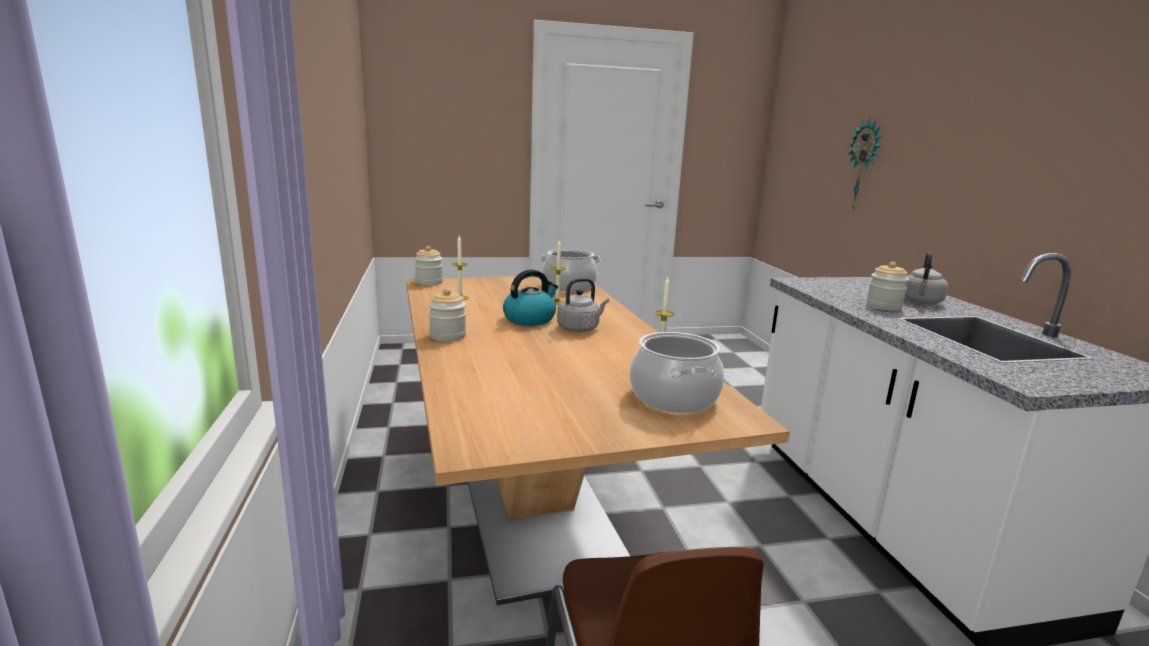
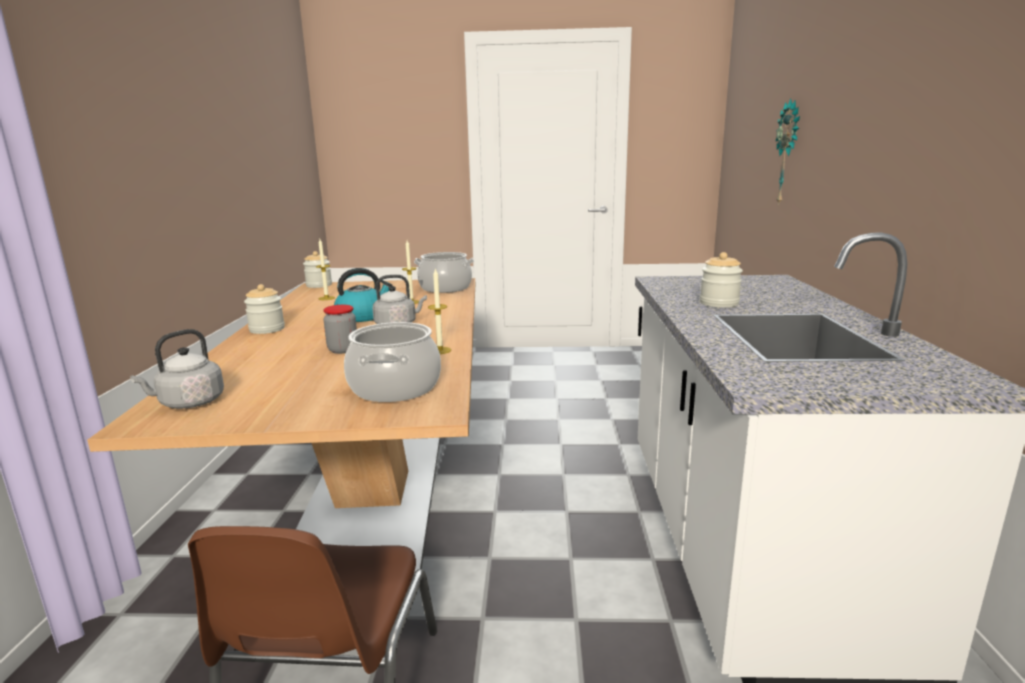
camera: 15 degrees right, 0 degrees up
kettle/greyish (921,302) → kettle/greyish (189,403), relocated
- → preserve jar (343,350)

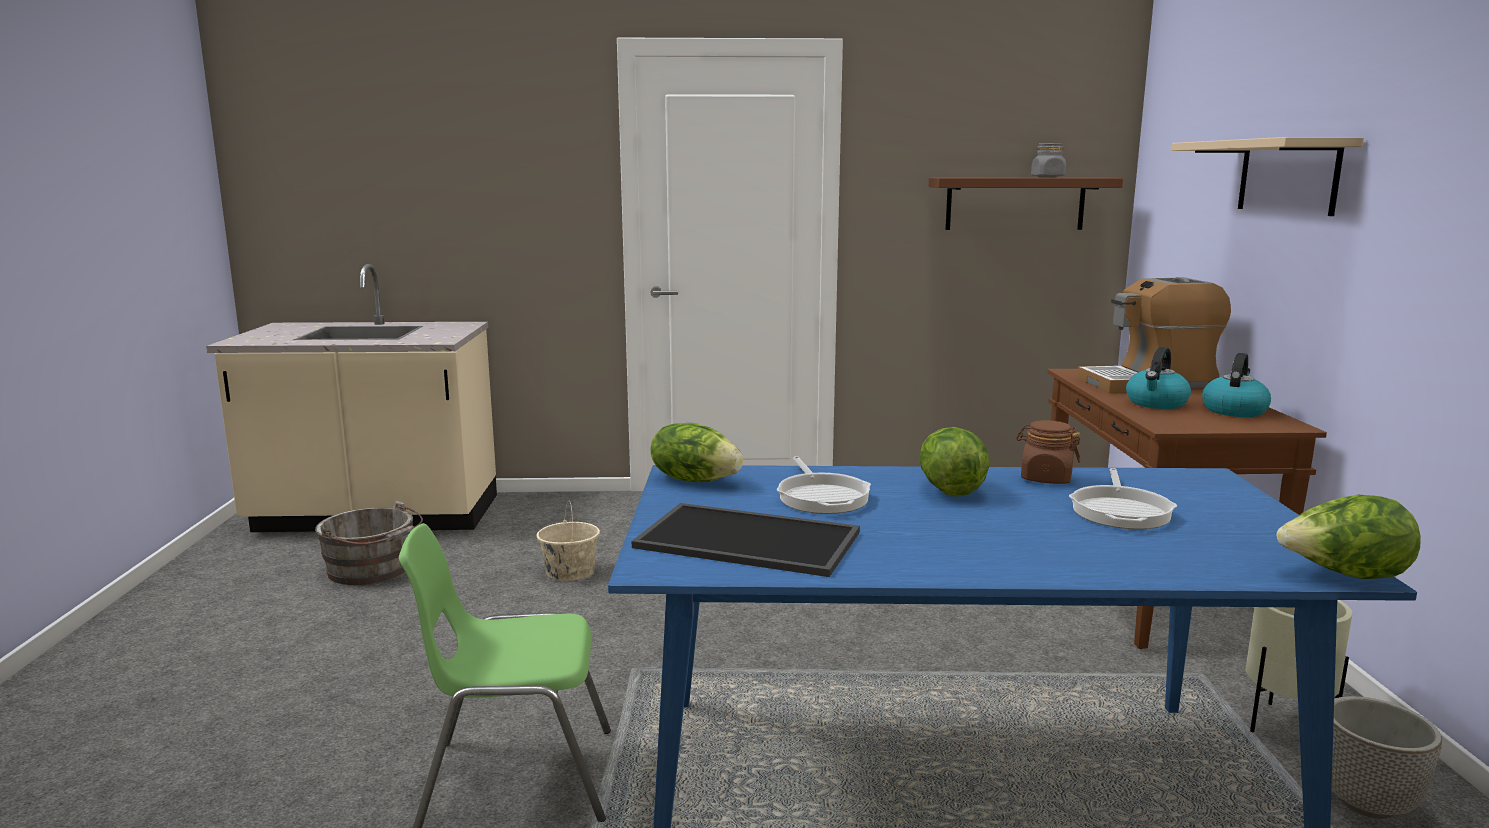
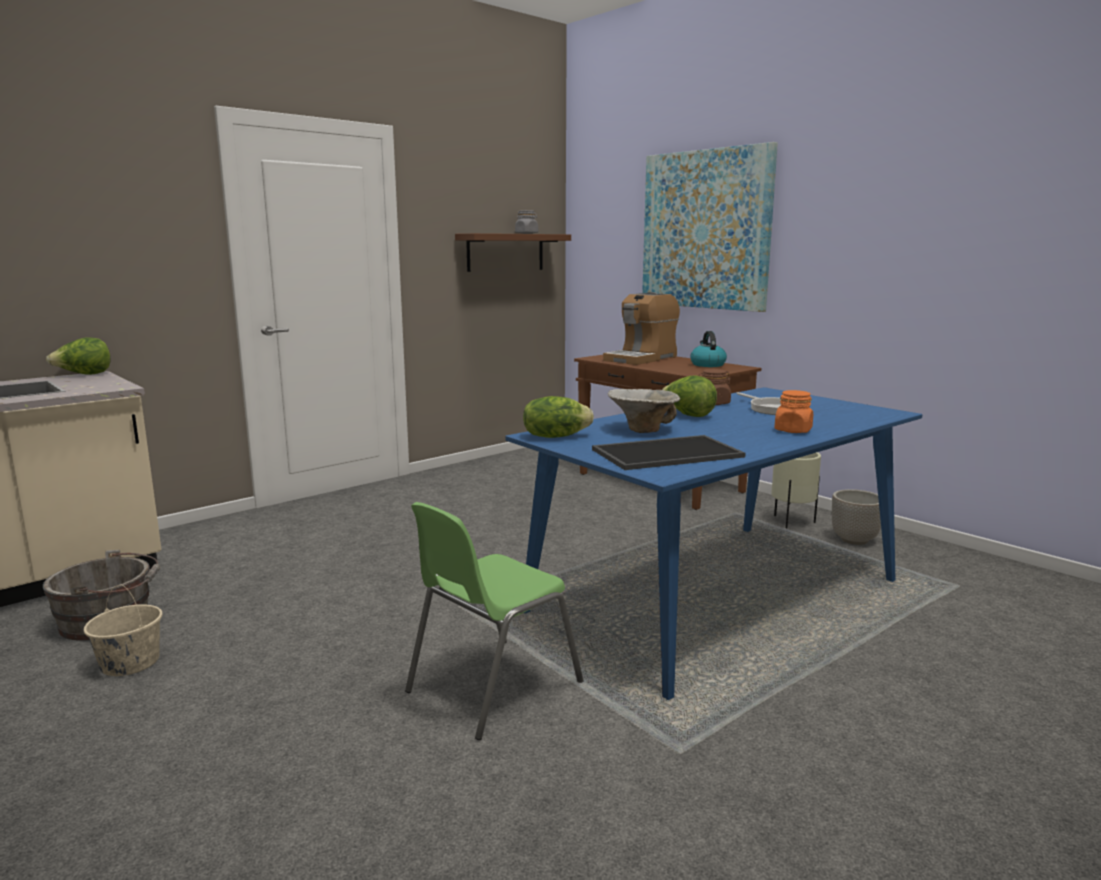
camera: 40 degrees left, 0 degrees up
wall shelf/beige-coloured (1287,176) → picture (705,230)
kettle (1156,403) → -
skillet (821,497) → bowl (643,430)
lettuce (1343,576) → lettuce (84,375), relocated
water bucket/beige-coloured (570,572) → water bucket/beige-coloured (130,662), relocated
- → preserve jar/orange (793,430)

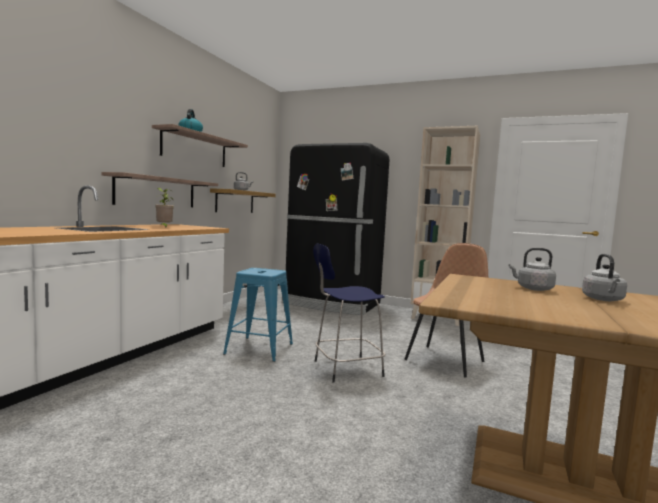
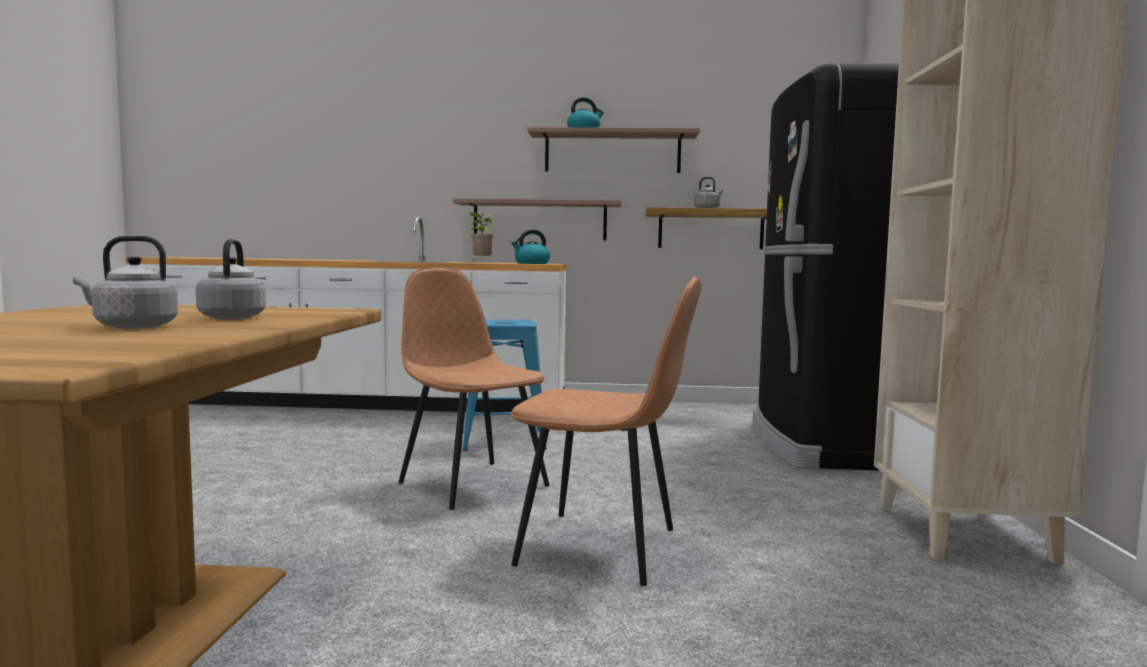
camera: 70 degrees right, 0 degrees up
stool seat/blue-coloured (345,369) → plain chair/brownish (471,483)
- → kettle (531,263)

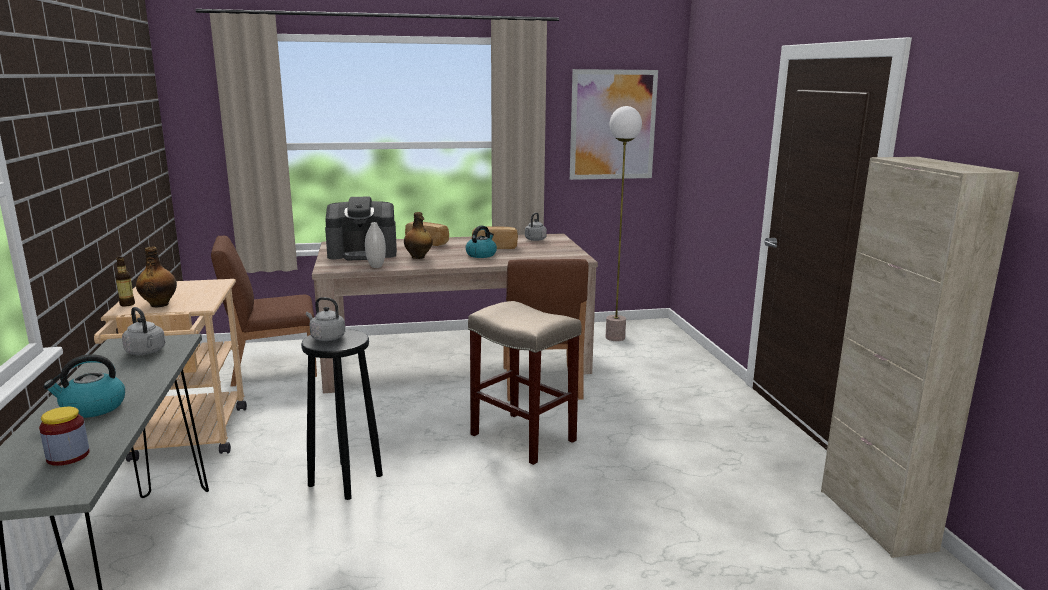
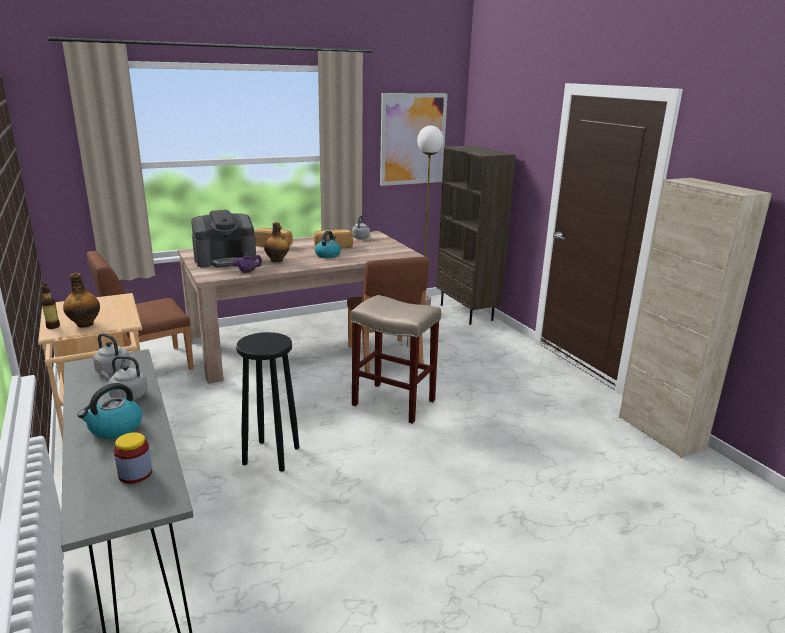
camera: 15 degrees left, 5 degrees up
decorative vase/white-coloured (376,266) → pot for tea/purple (248,272)
kettle/greyish (326,337) → kettle/greyish (127,396), relocated
- → bookshelf/brownish (467,312)

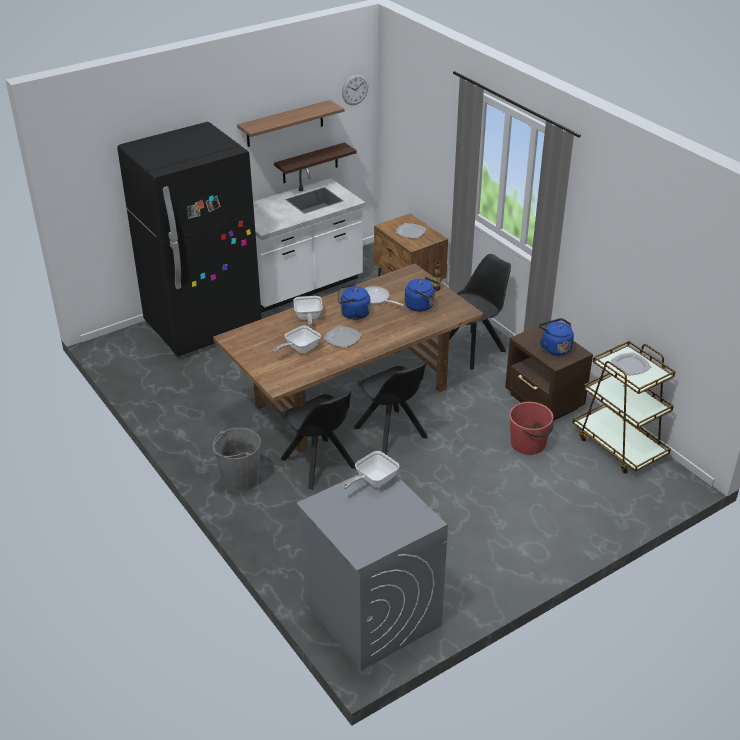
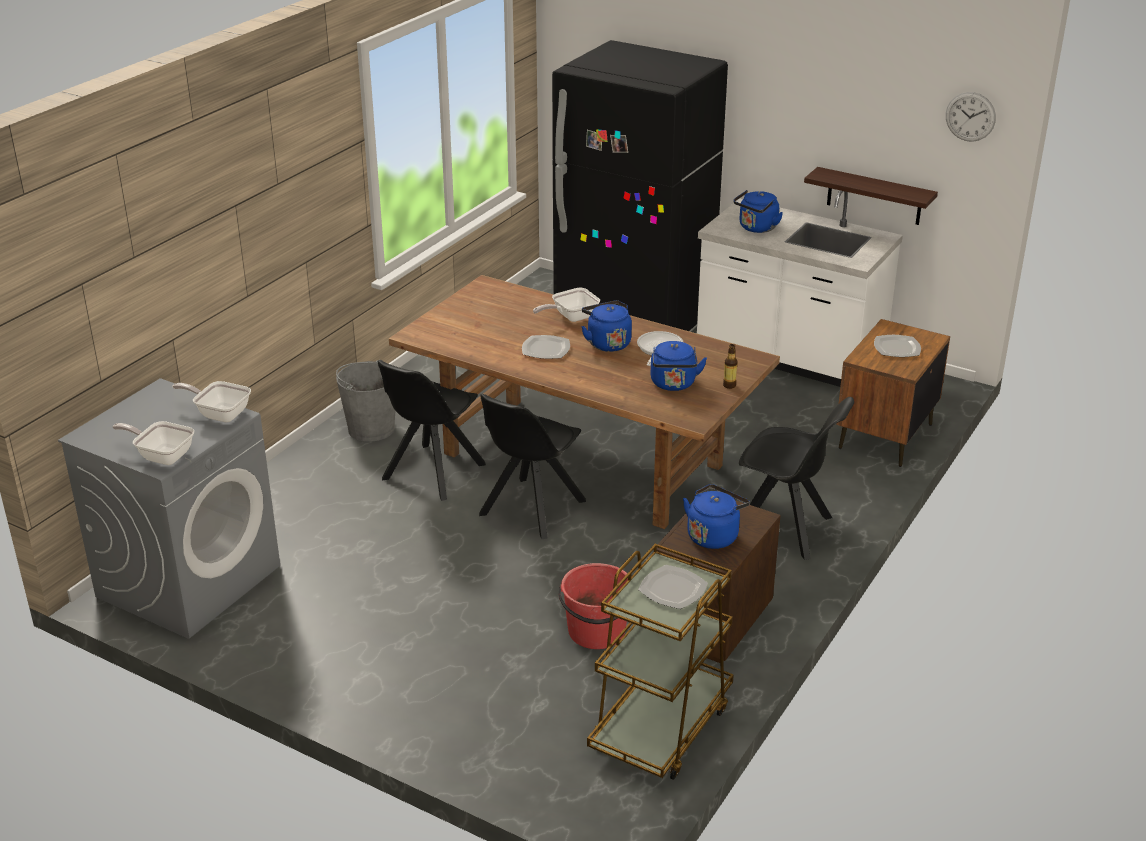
camera: 65 degrees right, 5 degrees down
wall shelf (285,124) → -
skillet (299,349) → skillet (162,455), relocated
- → kettle/blue-coloured (756,228)

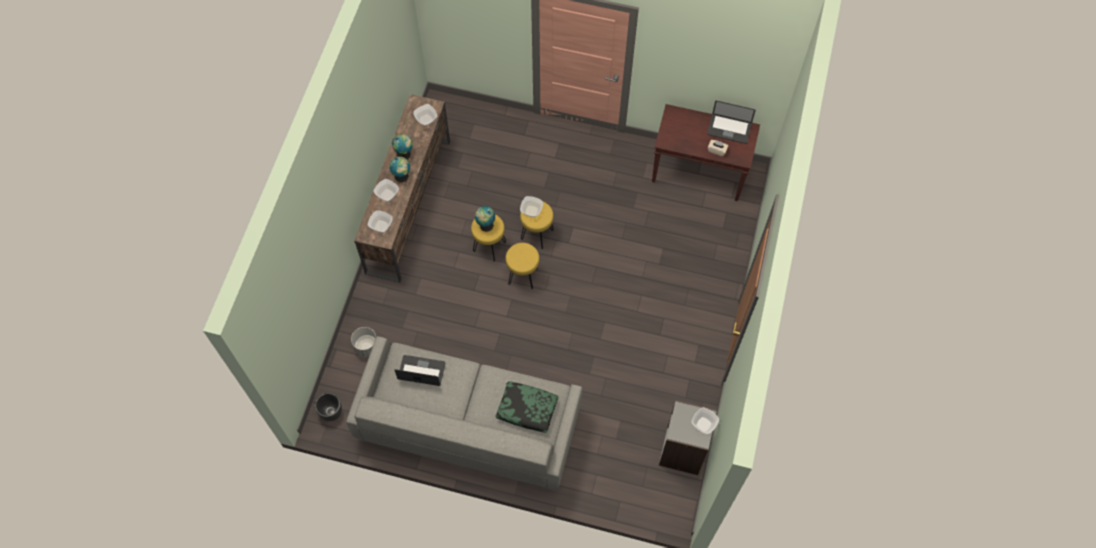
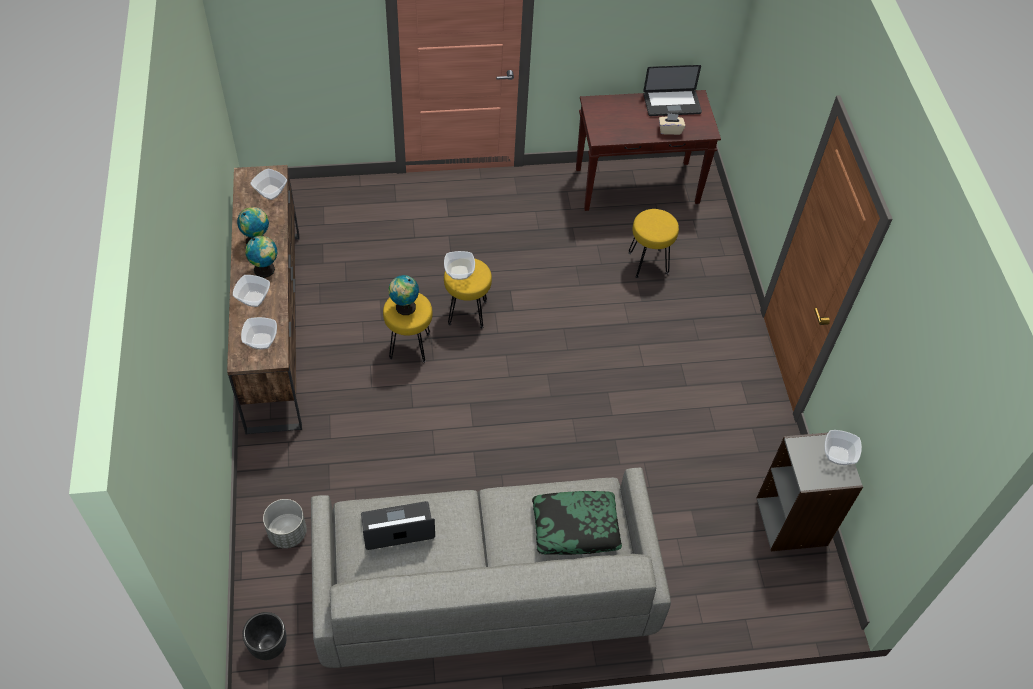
camera: 25 degrees left, 10 degrees down
stool seat/yellow-coloured (523,275) → stool seat/yellow-coloured (647,263), relocated

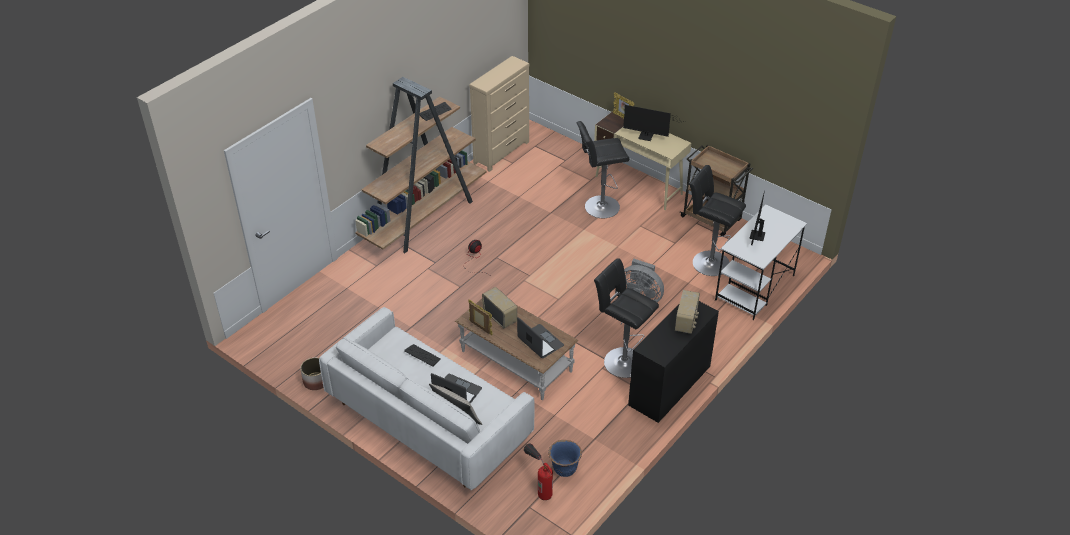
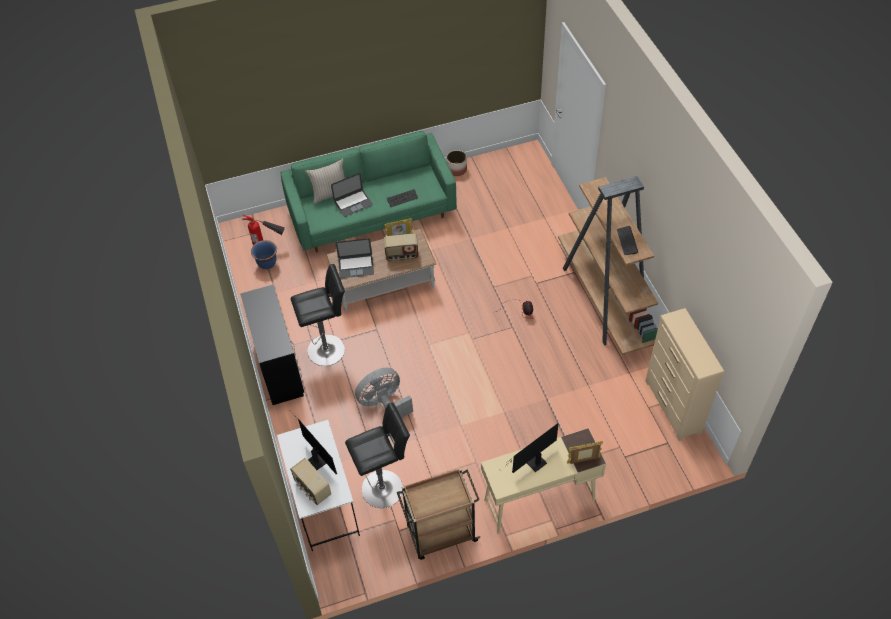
camera: 125 degrees right, 10 degrees up
stool seat/black (599,207) → -
radio set (686,321) → radio set (312,488), relocated
sofa/white-coloured (429,420) → sofa/green-coloured (371,213)

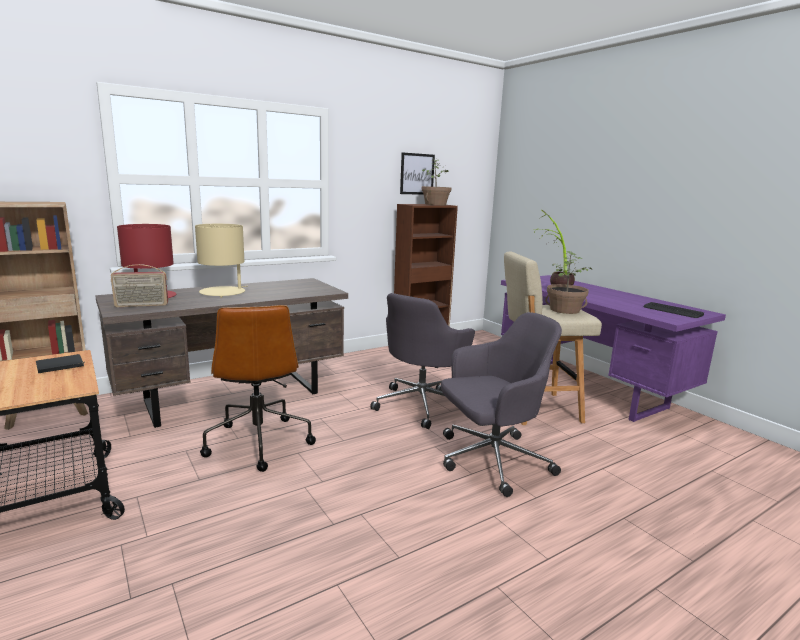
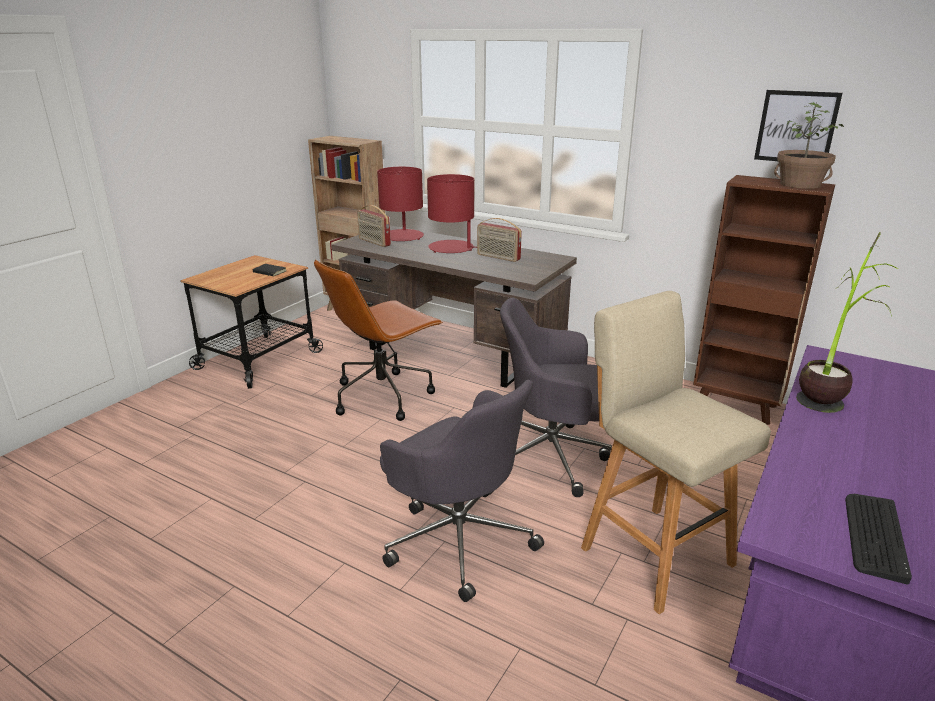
camera: 65 degrees right, 10 degrees up
table lamp/beige-coloured (223,292) → table lamp/reddish (451,248)
plant in a pot (564,310) → -
- → radio set (498,257)

